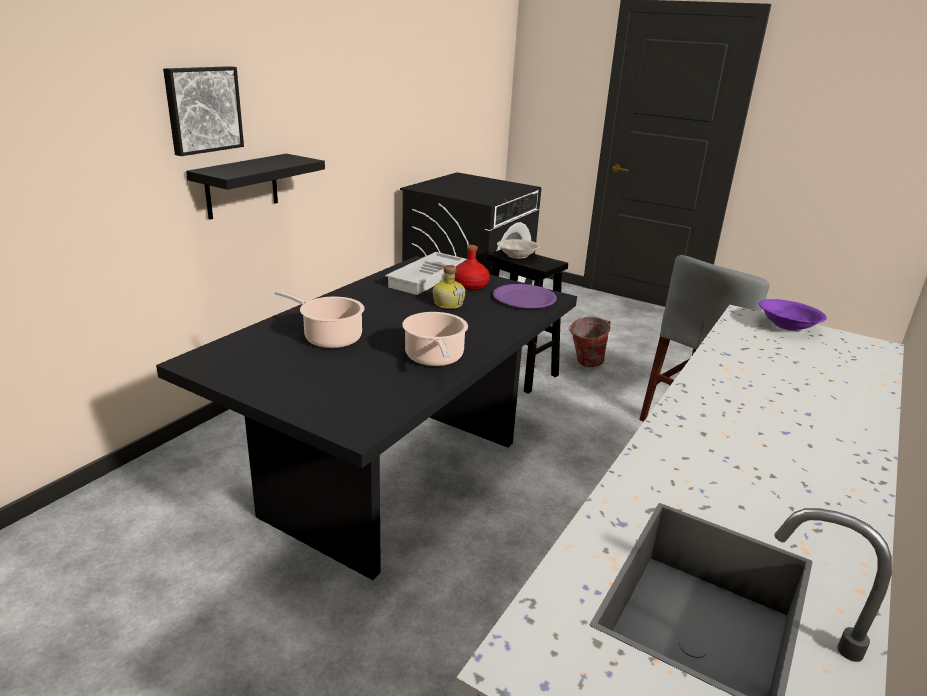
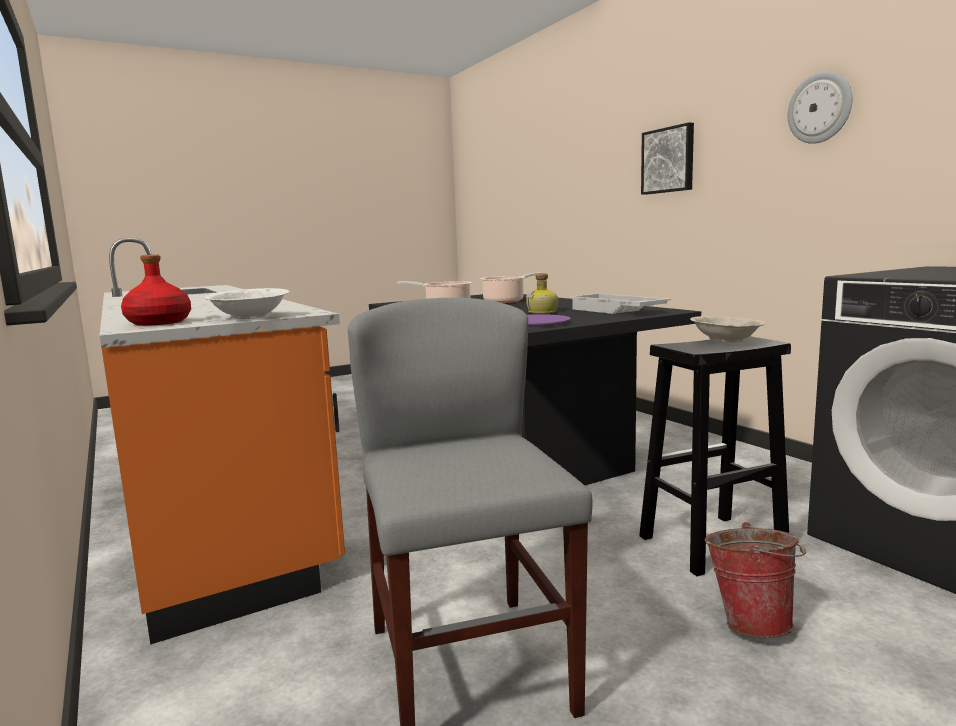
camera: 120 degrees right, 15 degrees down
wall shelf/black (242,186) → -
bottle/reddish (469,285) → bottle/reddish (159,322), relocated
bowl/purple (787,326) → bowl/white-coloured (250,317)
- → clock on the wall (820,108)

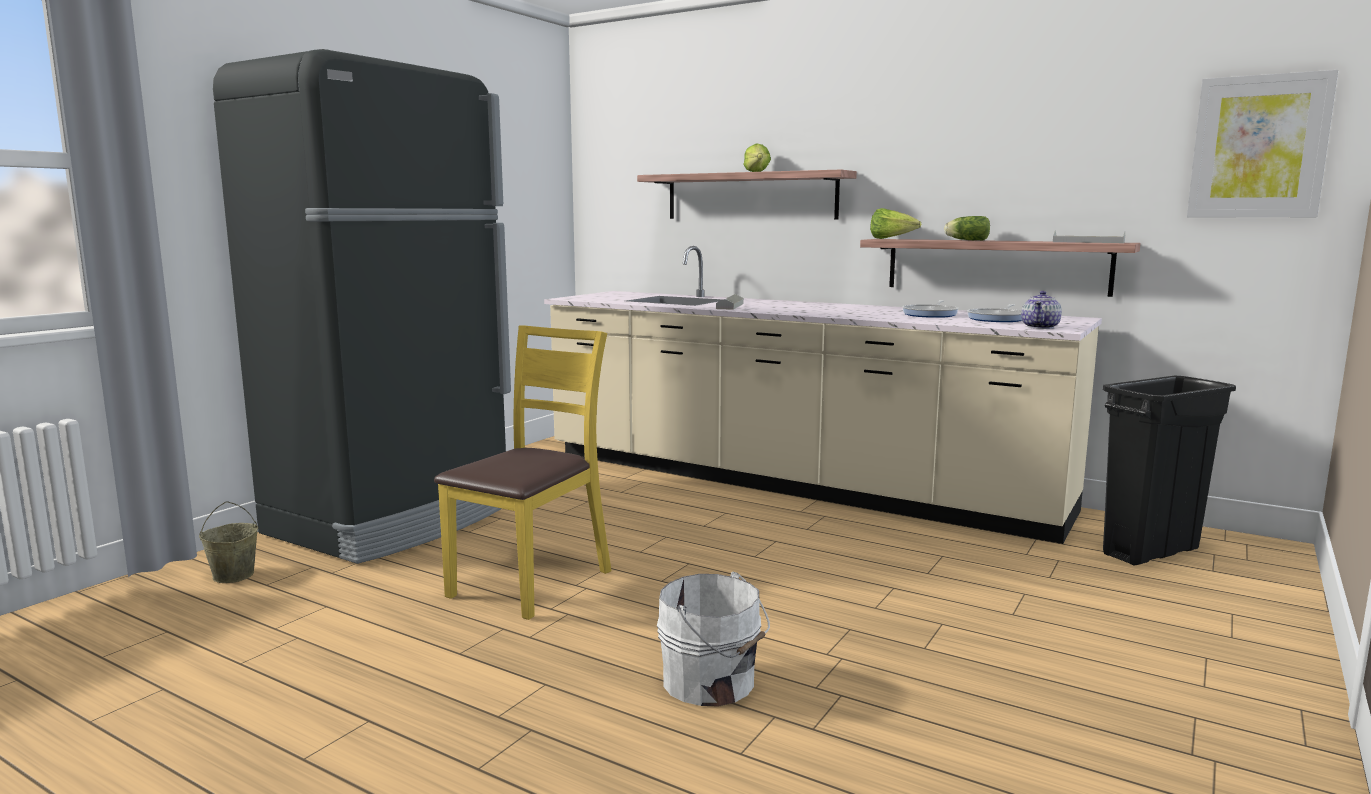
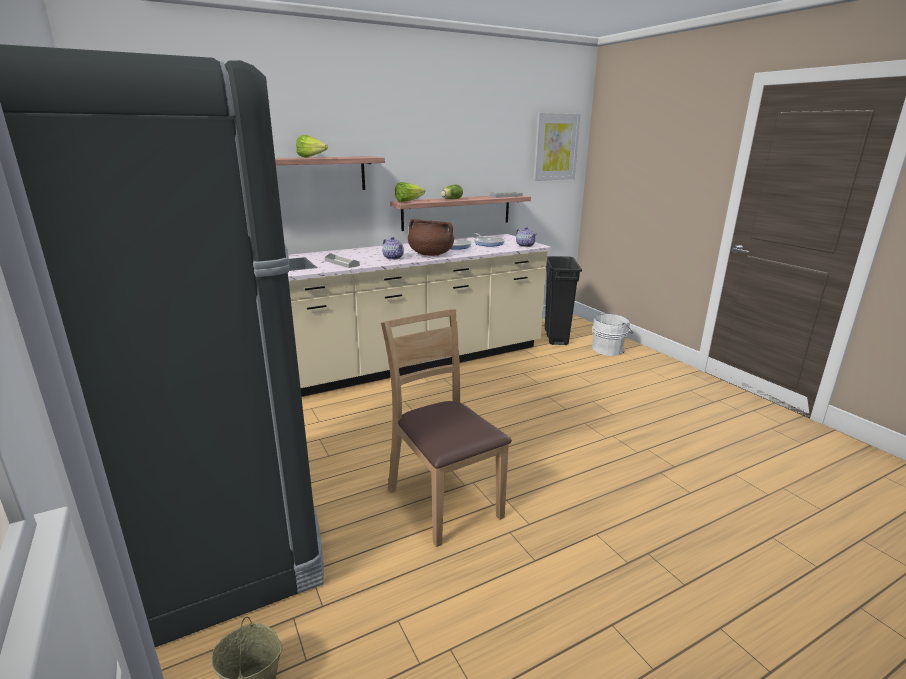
camera: 60 degrees left, 10 degrees up
plain chair/yellow-coloured (531,582) → plain chair/brownish (444,501)
water bucket/white-coloured (712,684) → water bucket/white-coloured (609,349), relocated
- → stockpot/brownish (430,254)
- → pot for tea (393,257)

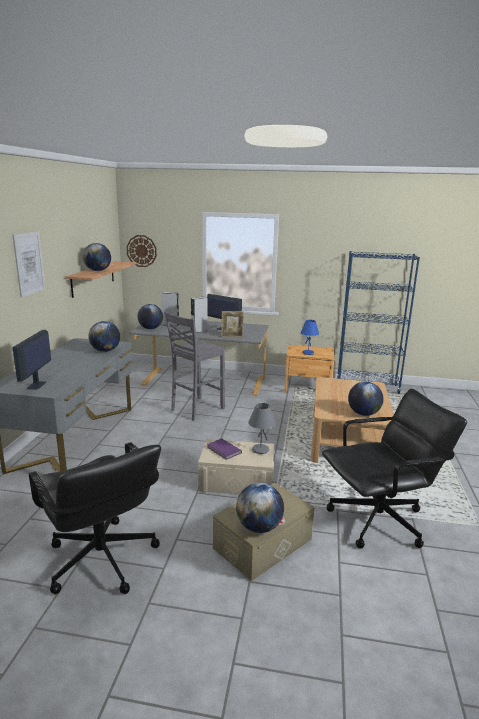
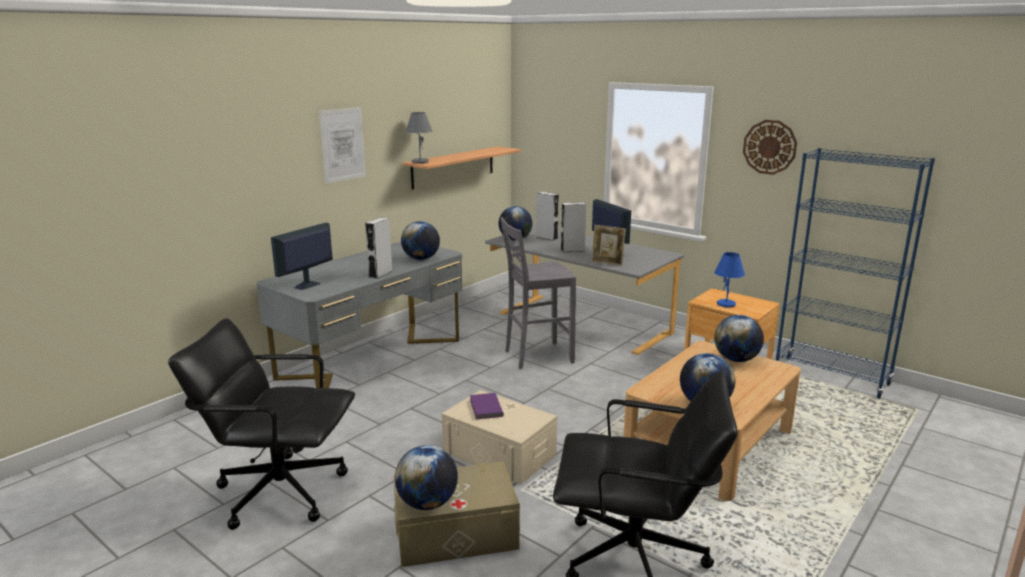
camera: 30 degrees right, 0 degrees up
clock on the wall (141,251) → clock on the wall (769,147), relocated
world globe (98,271) → world globe (736,359), relocated
table lamp/greyish (260,450) → table lamp/greyish (420,162), relocated
desk chair/black (101,560) → desk chair/black (280,491), 105 degrees clockwise
- → audio speaker/greyish (380,274)

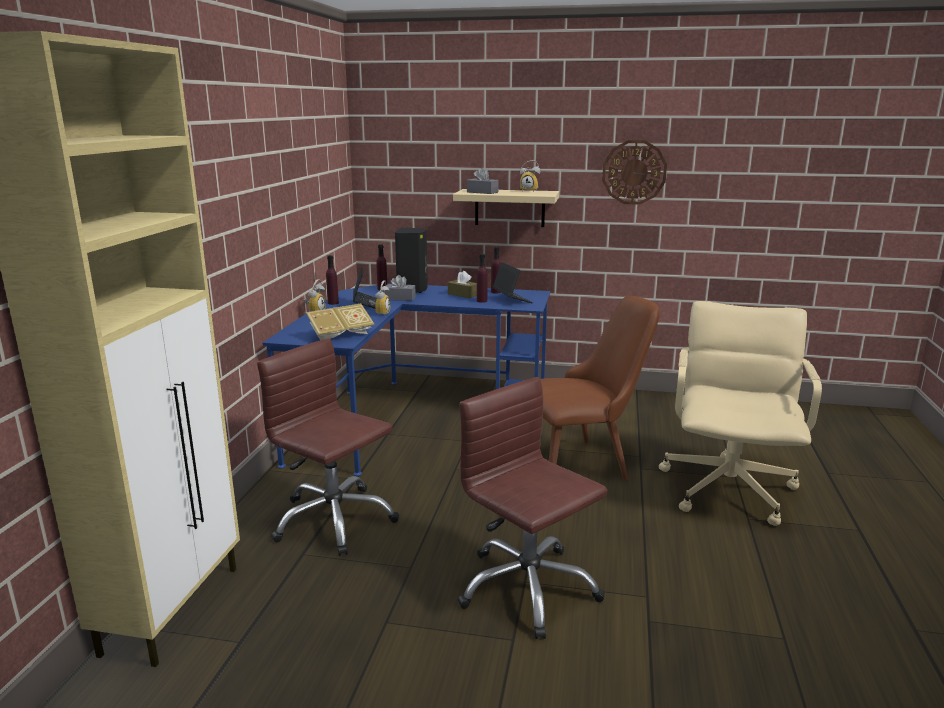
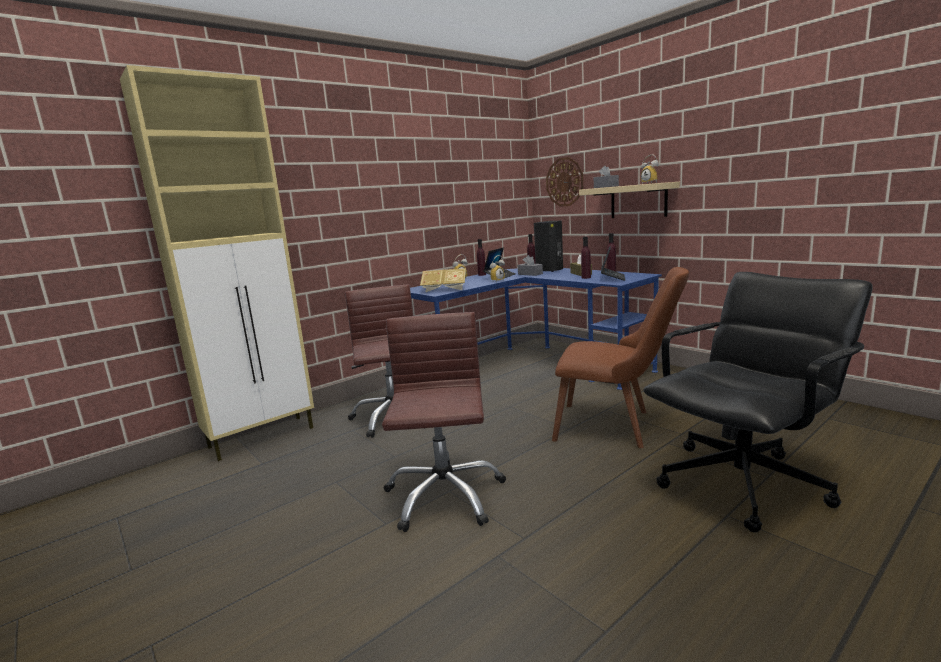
camera: 40 degrees right, 5 degrees down
clock on the wall (634,172) → clock on the wall (564,182), relocated
desk chair/beige-coloured (729,489) → desk chair/black (743,484)

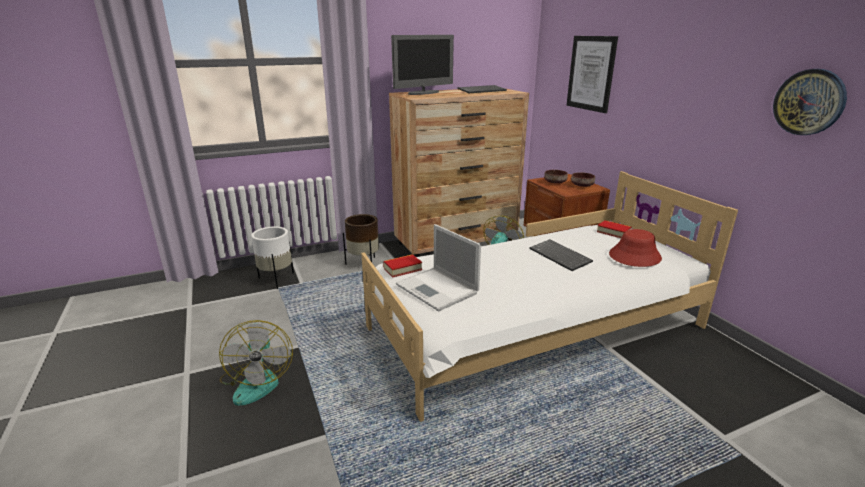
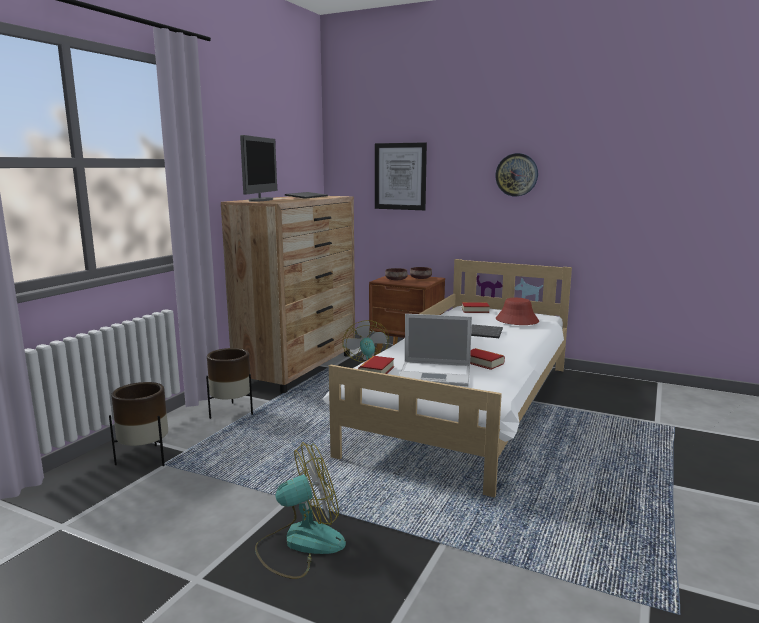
camera: 40 degrees left, 10 degrees down
clock on the wall (809,102) → clock on the wall (516,175), relocated
flower pot/white-coloured (277,279) → flower pot/brownish (145,458)
cooling fan (257,381) → cooling fan (300,544), 60 degrees counterclockwise
- → volume (483,362)

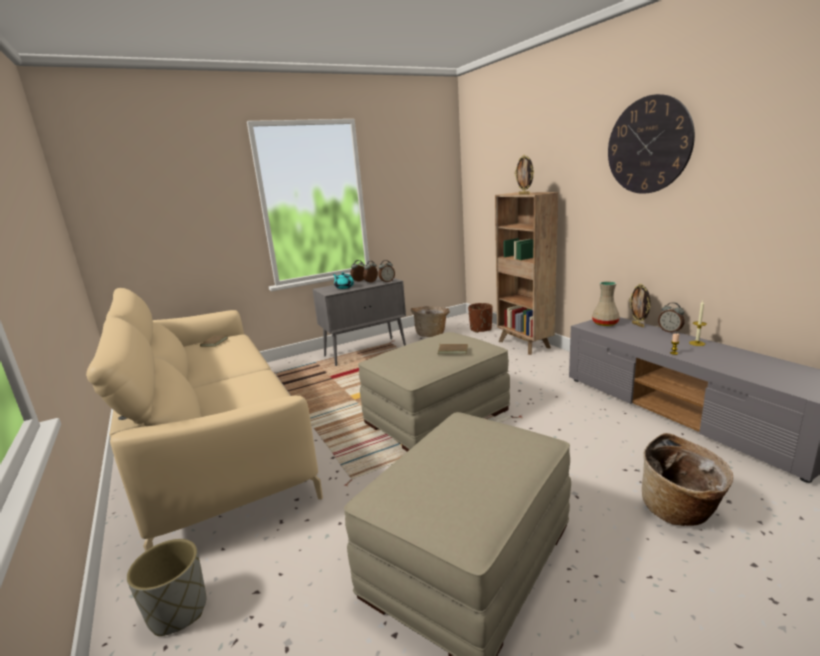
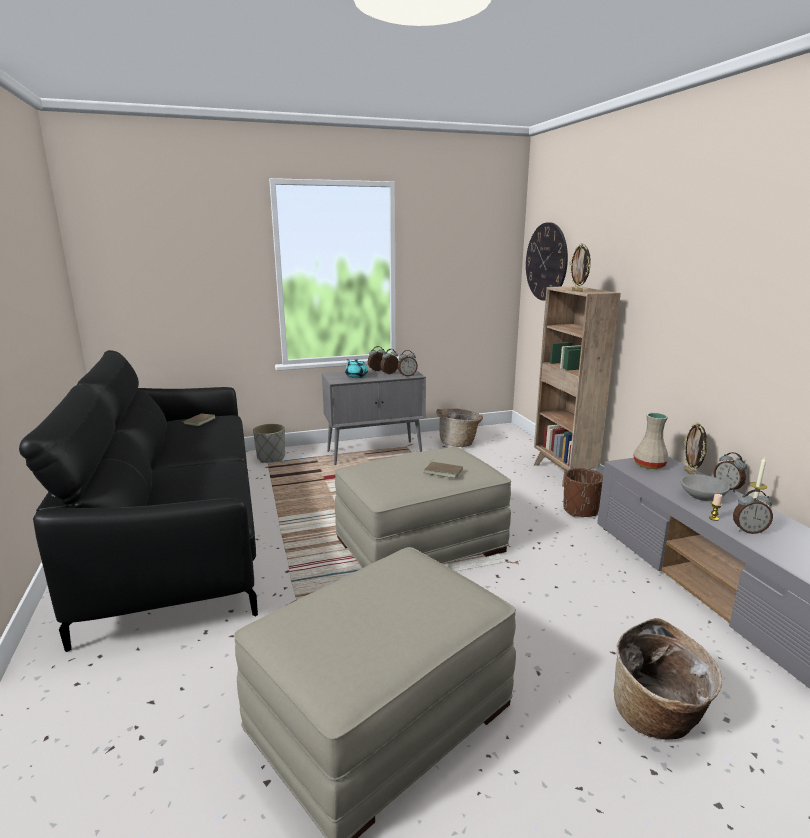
camera: 10 degrees right, 0 degrees up
clock on the wall (648,145) → clock on the wall (546,262), relocated
sofa/beige-coloured (217,440) → sofa/black (179,529)
flower pot/brownish (480,329) → flower pot/brownish (580,511), relocated
flower pot/greyish (177,611) → flower pot/greyish (271,458), relocated
- → bowl/greyish (702,497)
- → alarm clock (748,530)

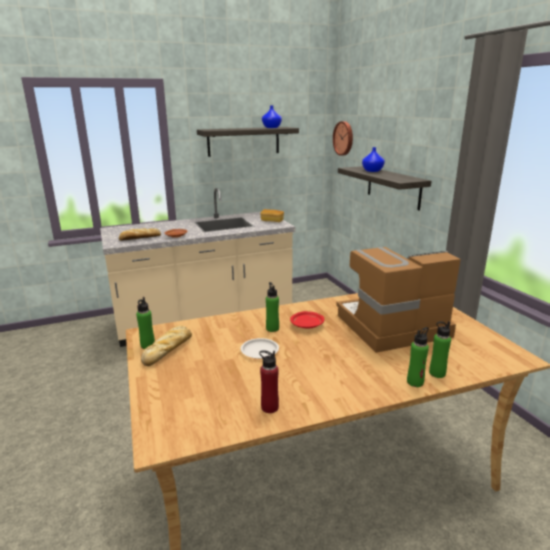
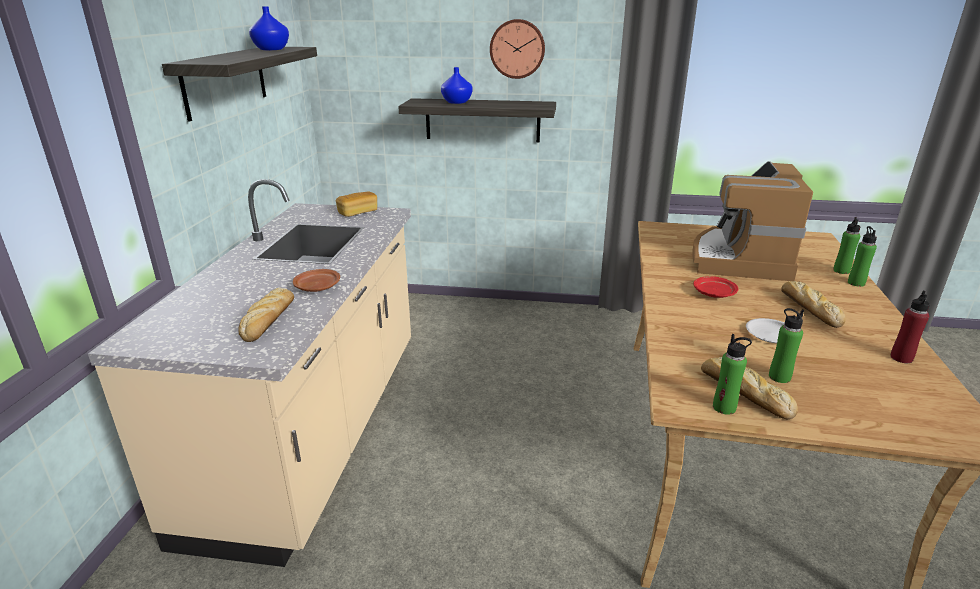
camera: 60 degrees left, 5 degrees up
clock on the wall (344,138) → clock on the wall (517,49), relocated
bottle/green-coloured (272,328) → bottle/green-coloured (779,377), relocated
- → baked bread (808,308)

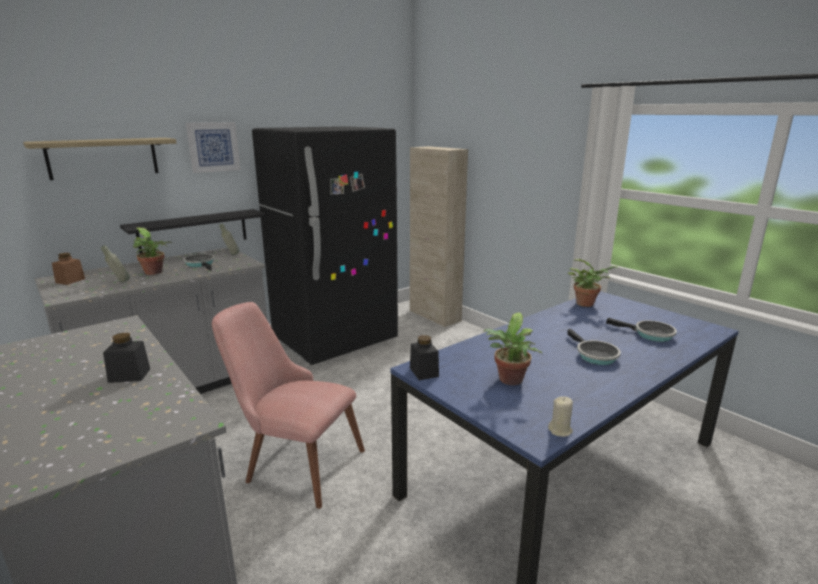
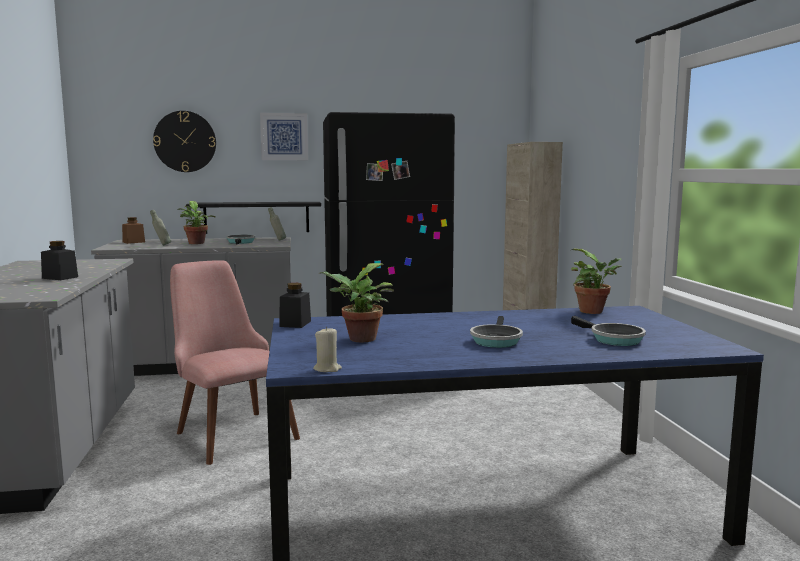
camera: 30 degrees right, 10 degrees down
wall shelf (103,158) → clock on the wall (185,141)

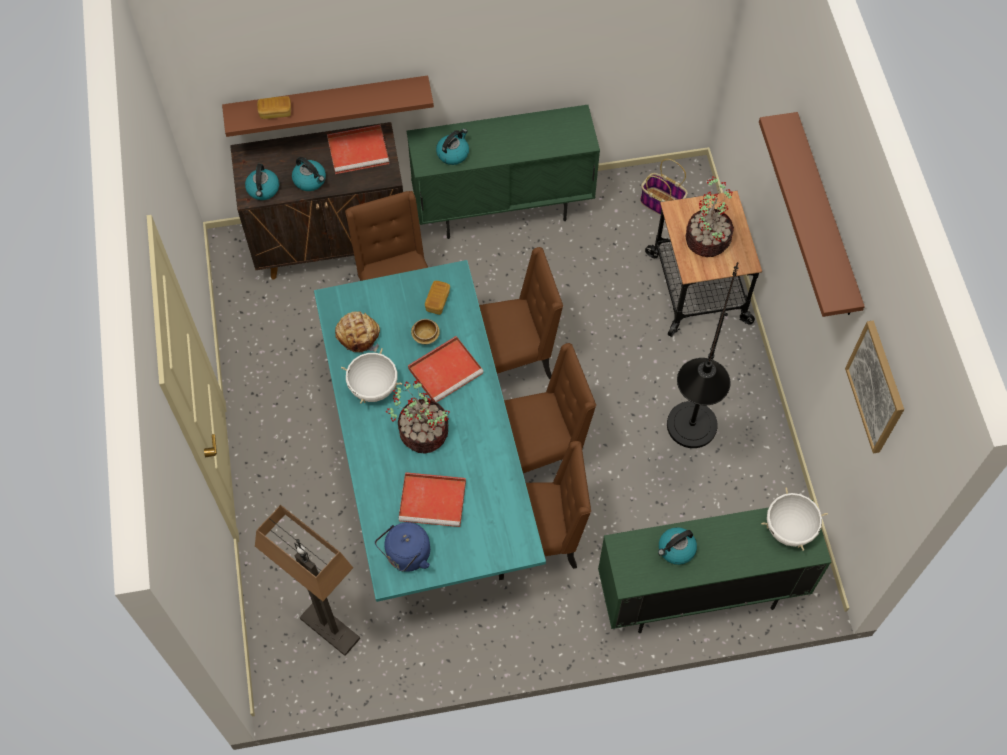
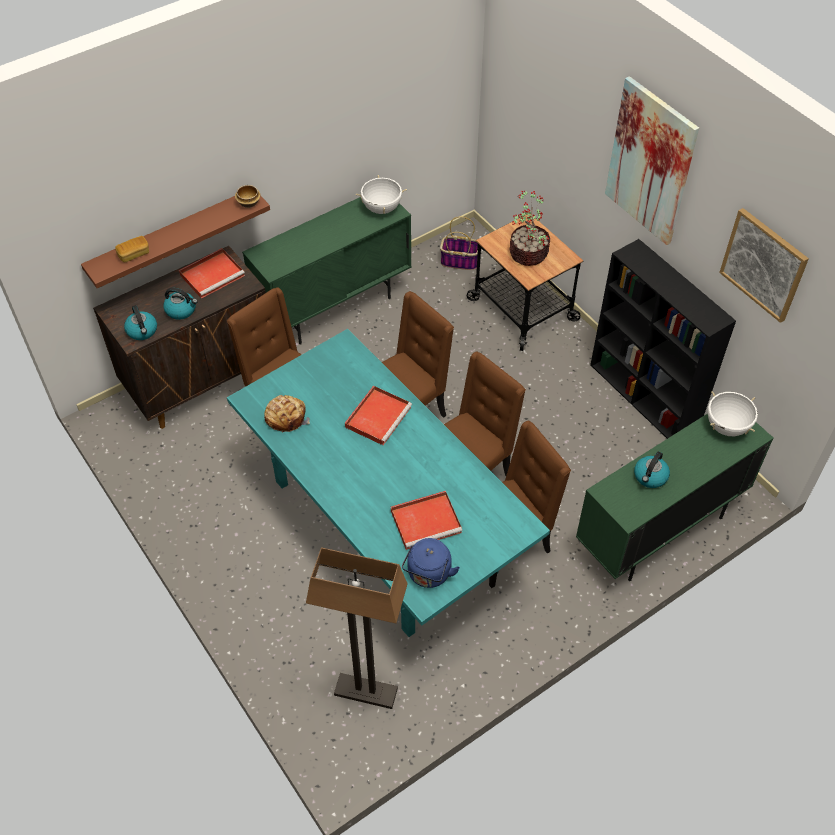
camera: 25 degrees left, 10 degrees down
wall shelf/brownish (825,217) → picture (650,162)
kettle (453,153) → -
standard lamp/black (688,438) → -
baked bread (437,301) → -
bowl (426,336) → bowl (249,202), relocated
stockpot/white-coloured (373,388) → stockpot/white-coloured (381,208), relocated
plant in a pot (422,432) → -
- → bookshelf/black (644,397)

